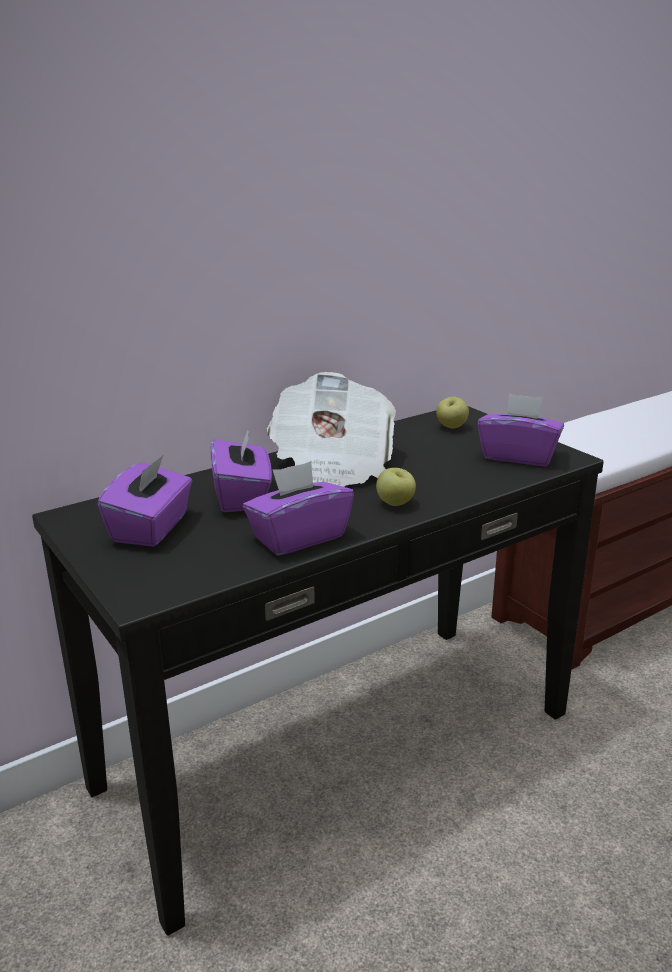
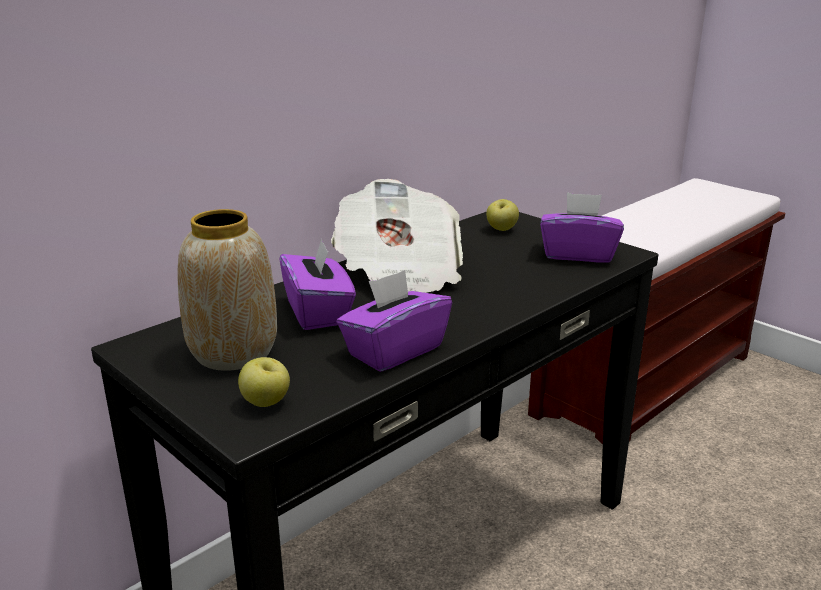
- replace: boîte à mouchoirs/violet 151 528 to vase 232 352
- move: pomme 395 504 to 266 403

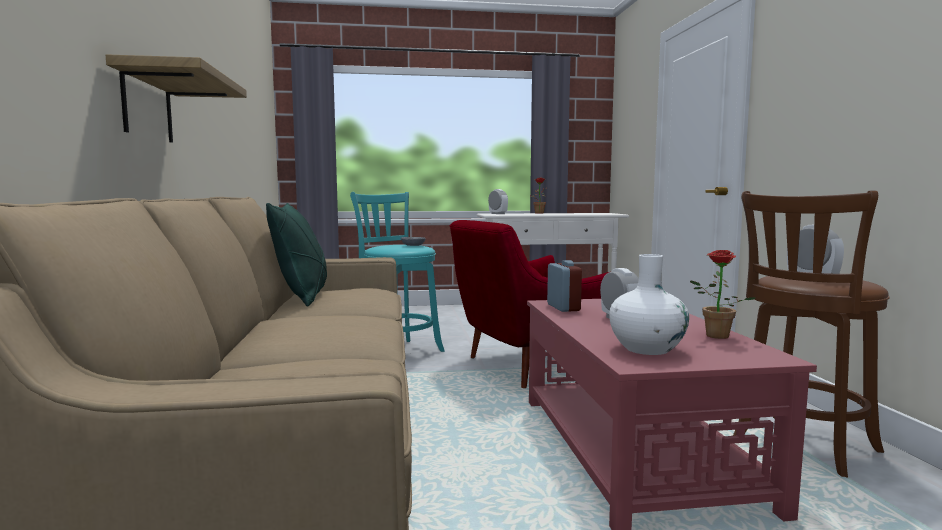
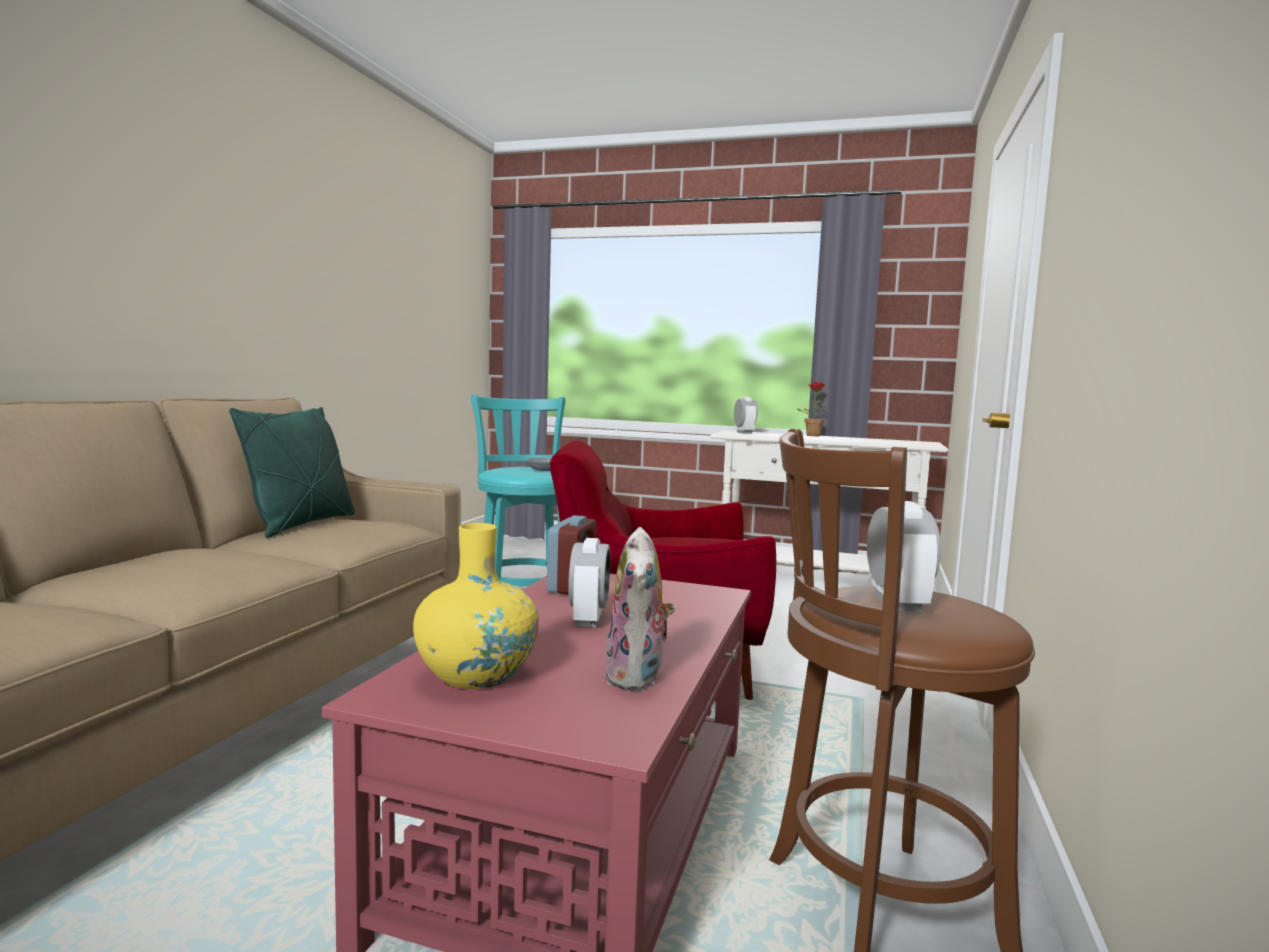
- delete: étagère 147 105
- replace: plante en pot 714 336 to peluche 638 677
- recolor: vase/blanc 646 349 to vase/jaune 476 675

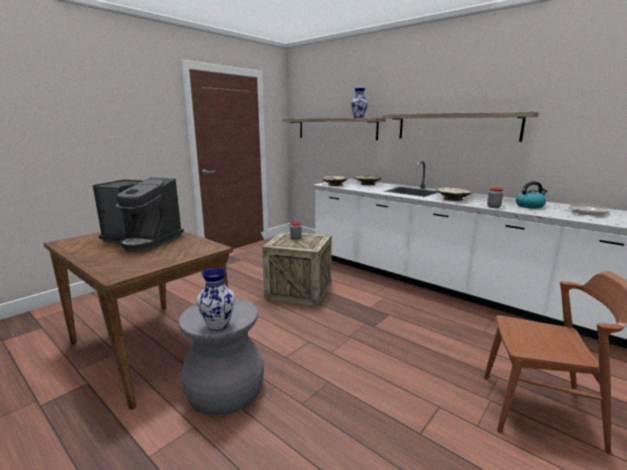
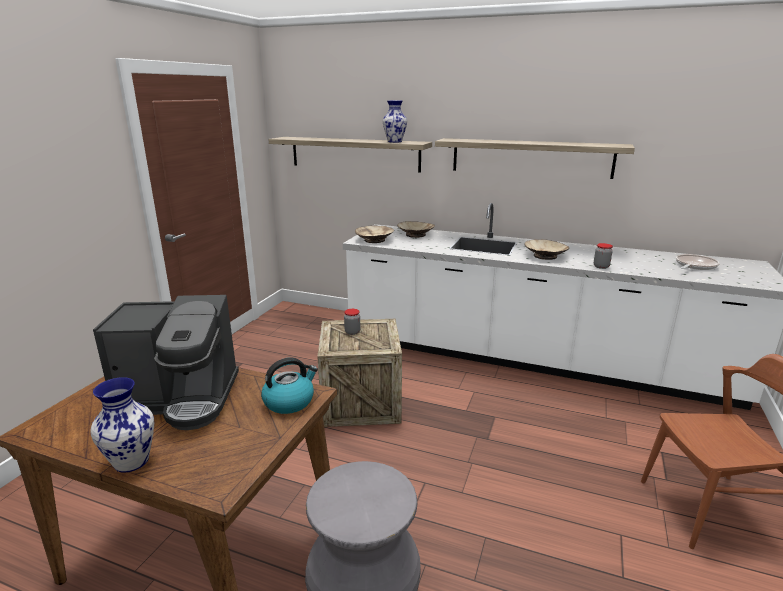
- move: bouilloire 530 206 to 289 401
- move: vase 217 325 to 130 461

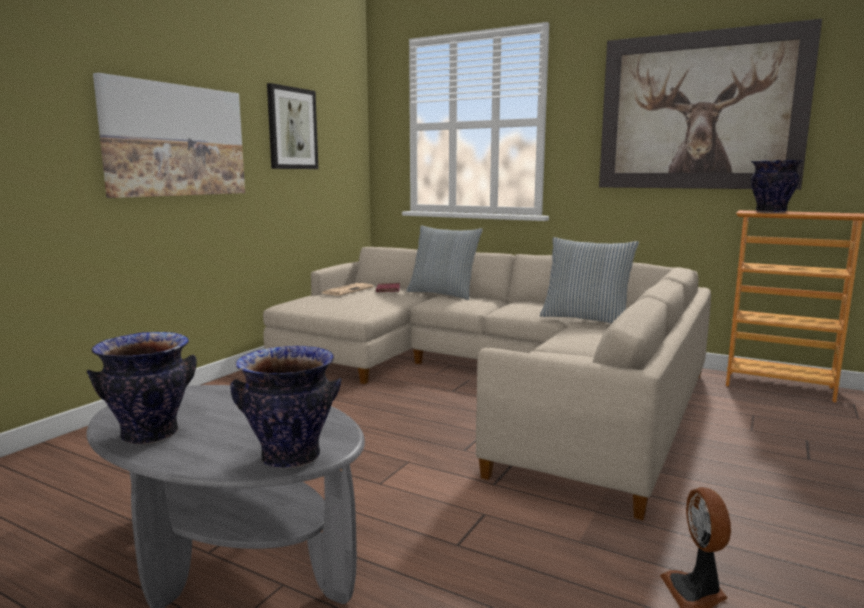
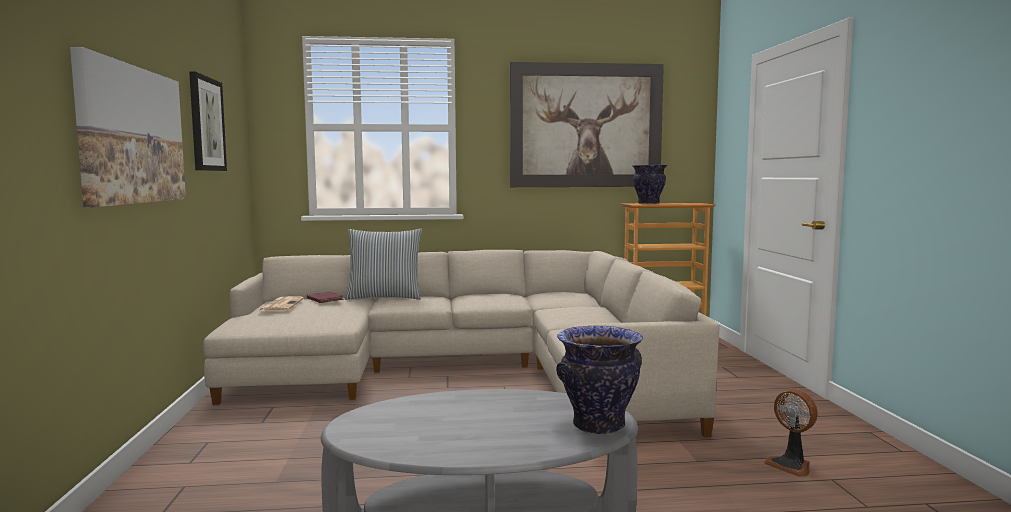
- delete: coussin 585 319
- delete: vase 150 435

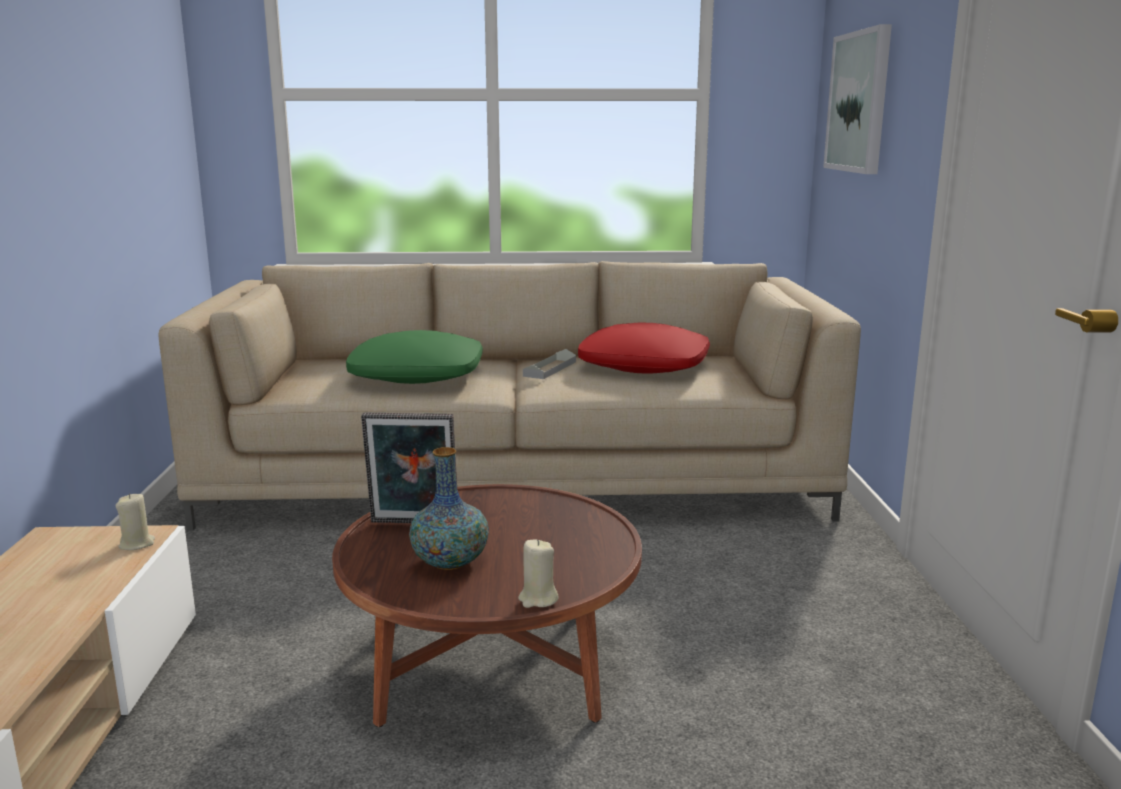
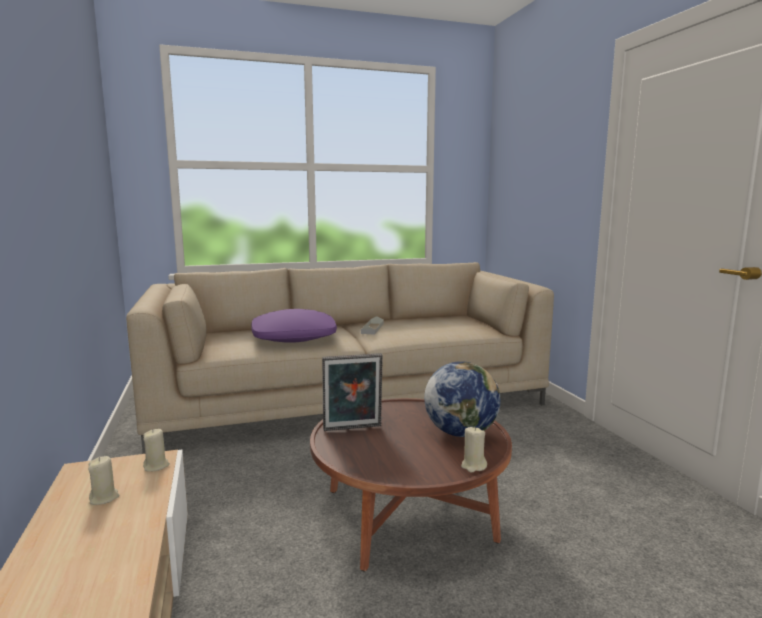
- delete: tableau 859 102
- delete: coussin/rouge 644 365
- recolor: coussin/vert 417 375 to coussin/violet 294 337
- delete: vase 450 562
- insert: globe 460 433
- insert: bougie/beige 104 498

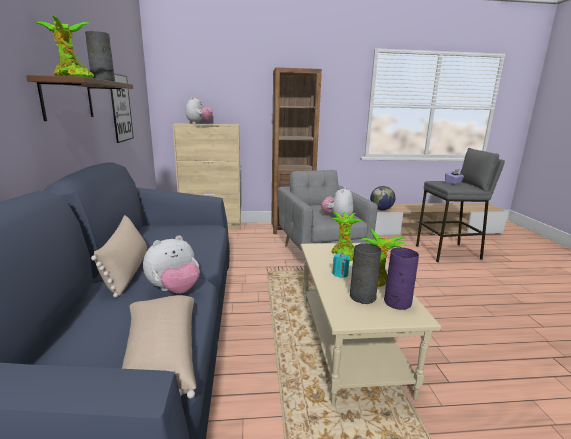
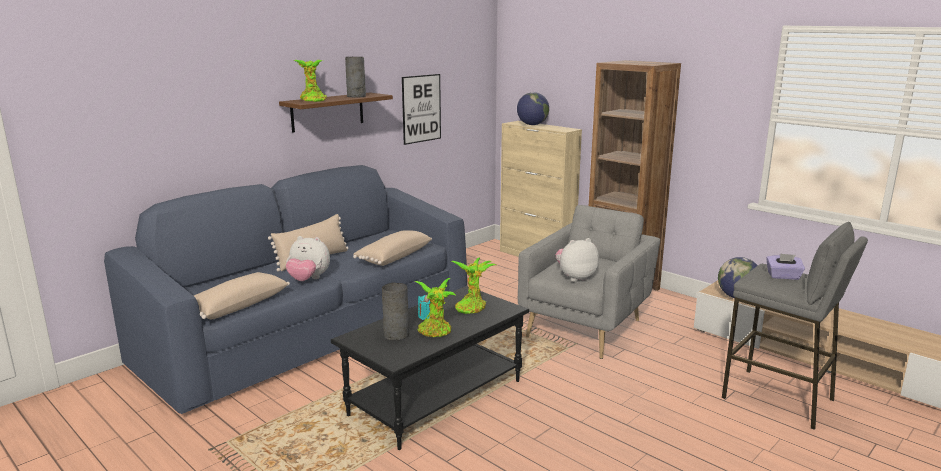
- replace: peluche 199 124 to globe 532 125
- recolor: table basse/beige 348 342 to table basse/noir 436 397
- delete: vase/violet 396 303
- insert: coussin/beige 393 257

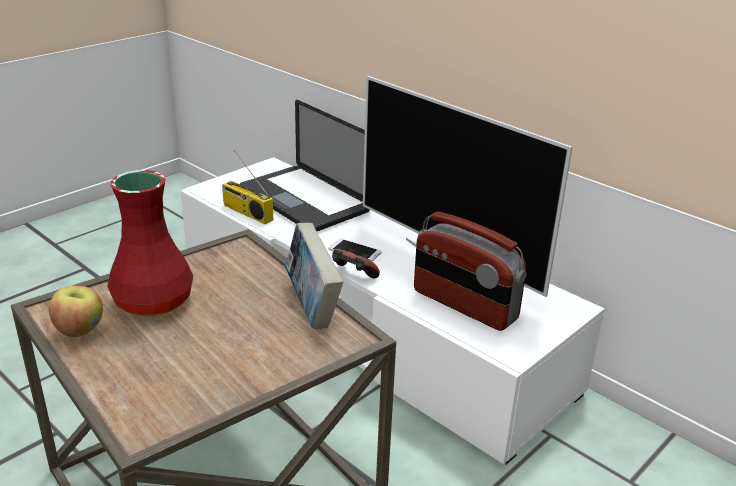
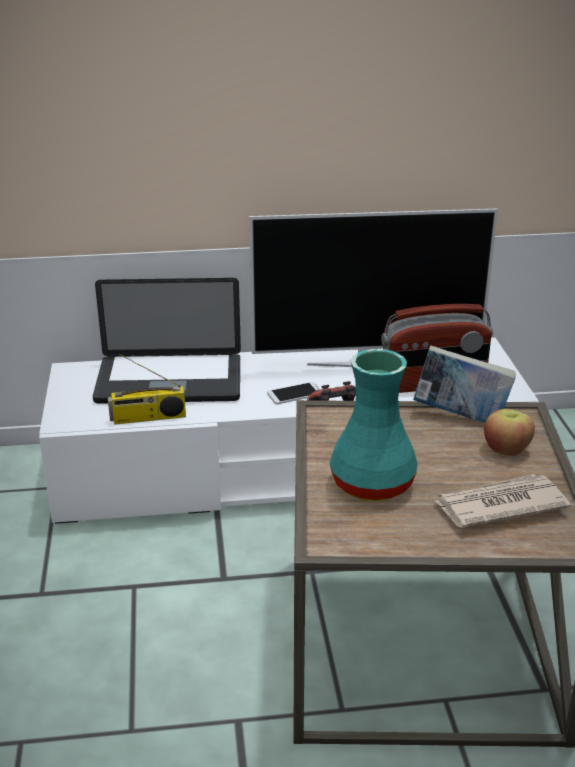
- recolor: vase/rouge 153 300 to vase/turquoise 370 483
- move: pomme 80 329 to 506 449
- insert: journal 498 505

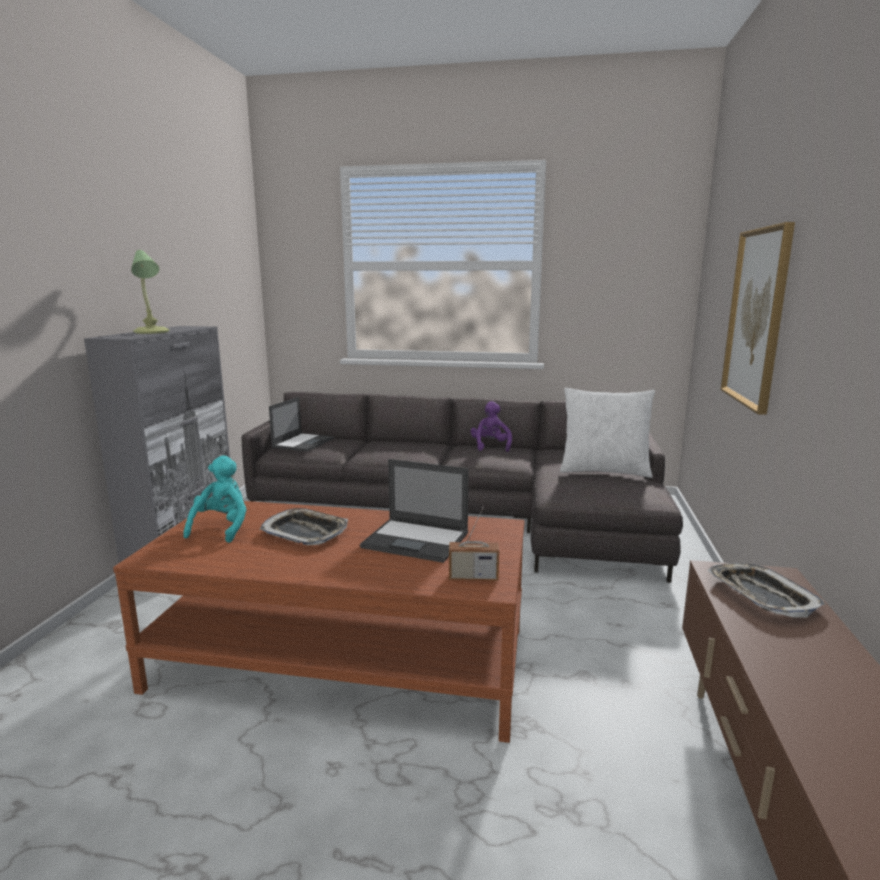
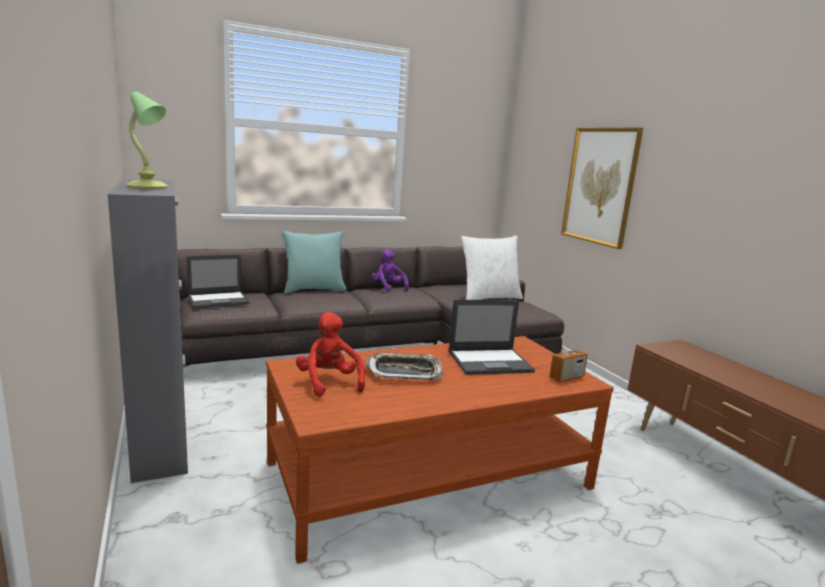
- rotate: ordinateur portable 303 442 = 219 300 75 degrees clockwise
- recolor: peluche/turquoise 222 528 to peluche/rouge 329 382
- delete: plateau 761 595
- insert: coussin/turquoise 314 290

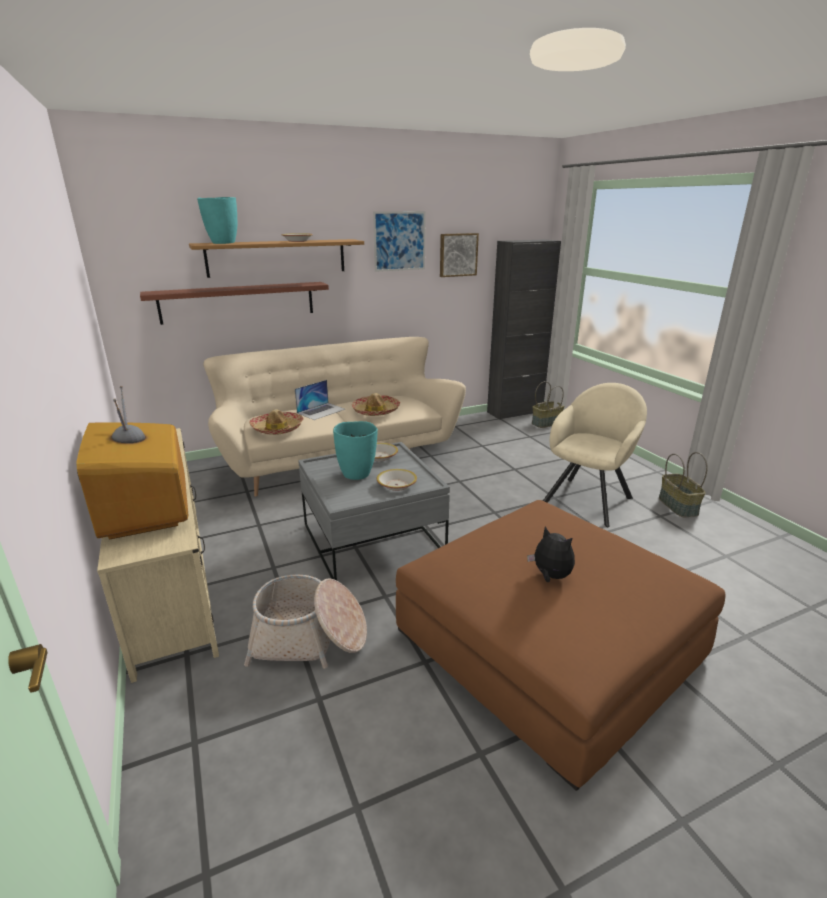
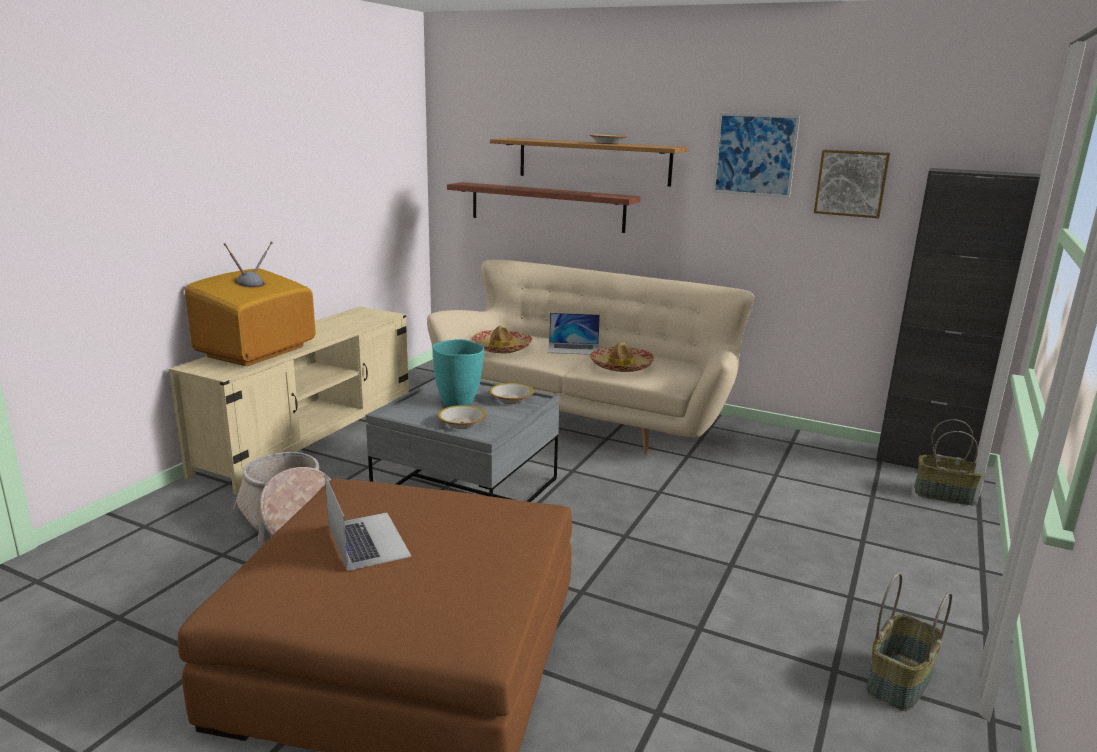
- delete: vase/turquoise 223 243
- delete: fauteuil/beige 589 499
- replace: peluche 550 576 to ordinateur portable 367 540

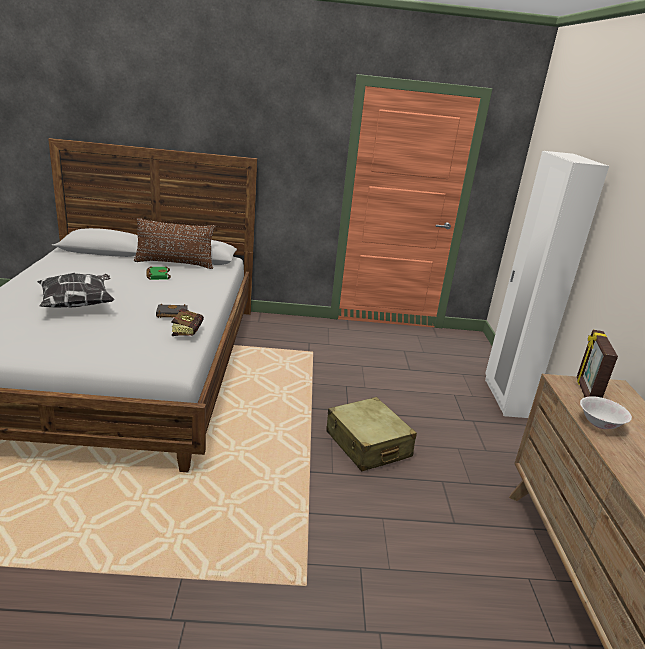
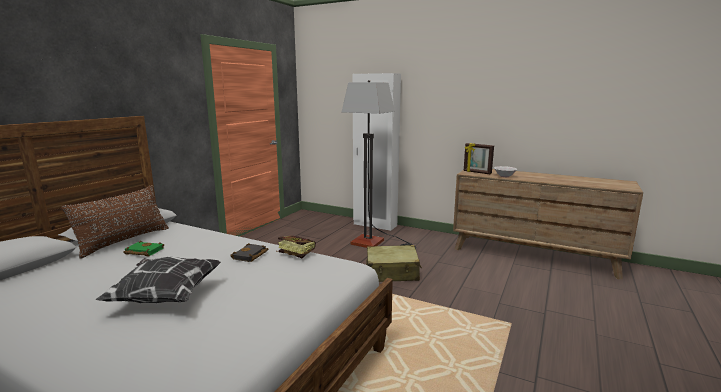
- insert: lampadaire 377 243

